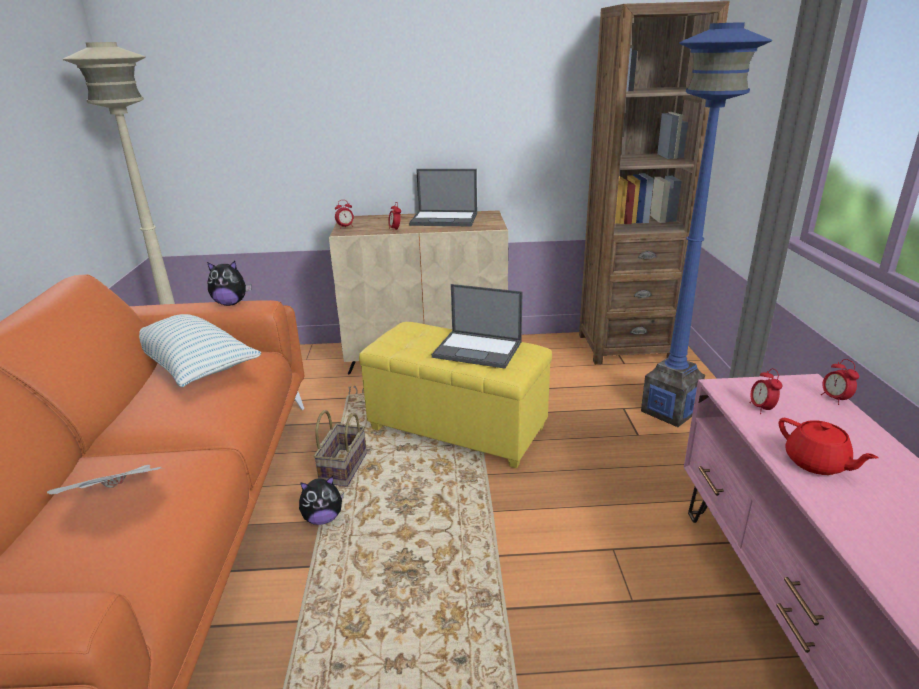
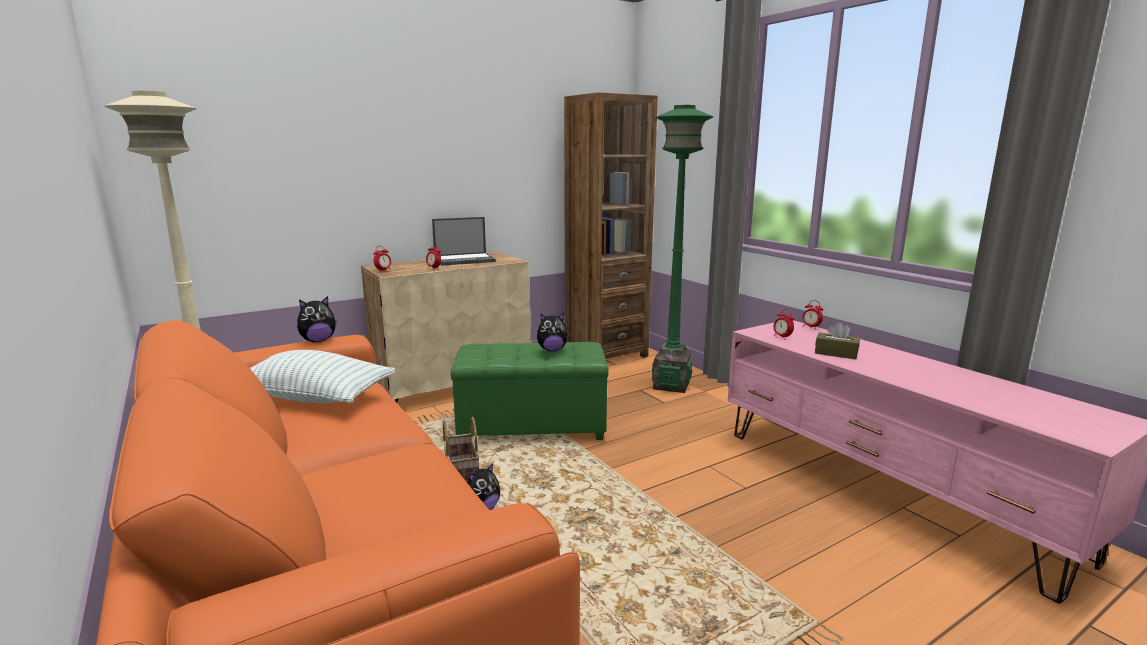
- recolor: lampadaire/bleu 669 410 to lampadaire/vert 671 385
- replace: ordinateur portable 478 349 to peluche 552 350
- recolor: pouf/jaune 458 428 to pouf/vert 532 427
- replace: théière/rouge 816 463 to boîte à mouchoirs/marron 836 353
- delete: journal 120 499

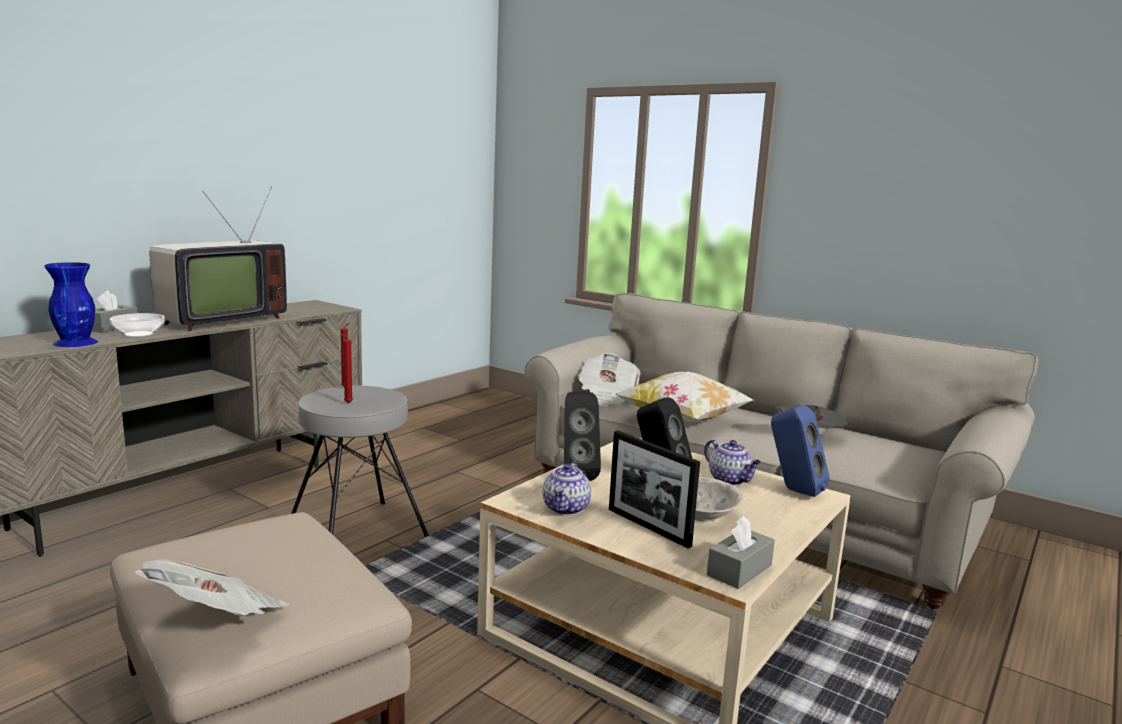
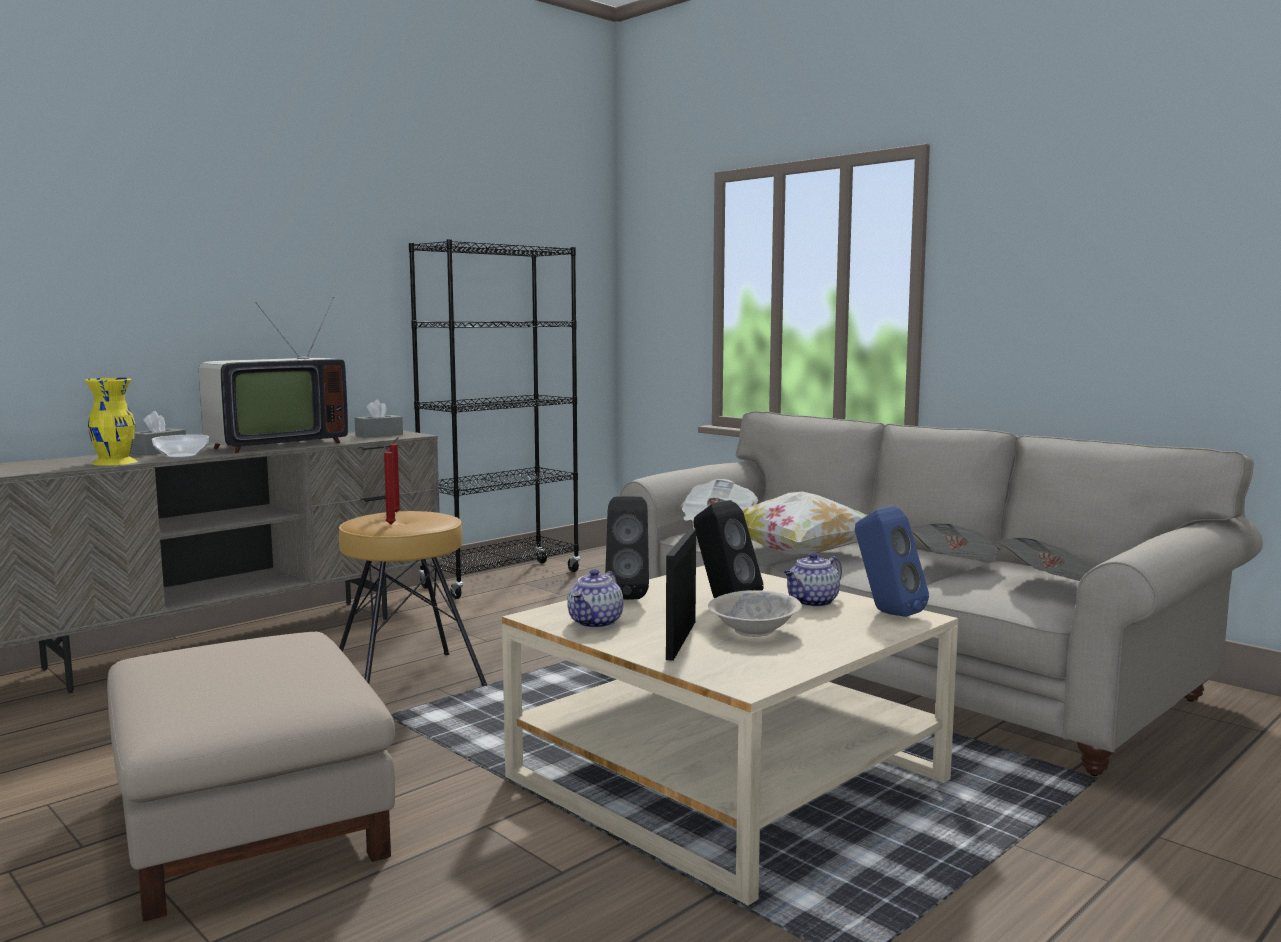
- recolor: vase/bleu 76 342 to vase/jaune 115 462
- recolor: tabouret/gris 356 531 to tabouret/marron 407 679
- rotate: cadre photo 648 527 = 681 640 45 degrees clockwise
- rotate: théière 730 480 = 812 602 75 degrees clockwise
- move: boîte à mouchoirs/gris 739 570 to 379 435
- move: journal 218 619 to 1050 587
- insert: bibliothèque/noir 502 579

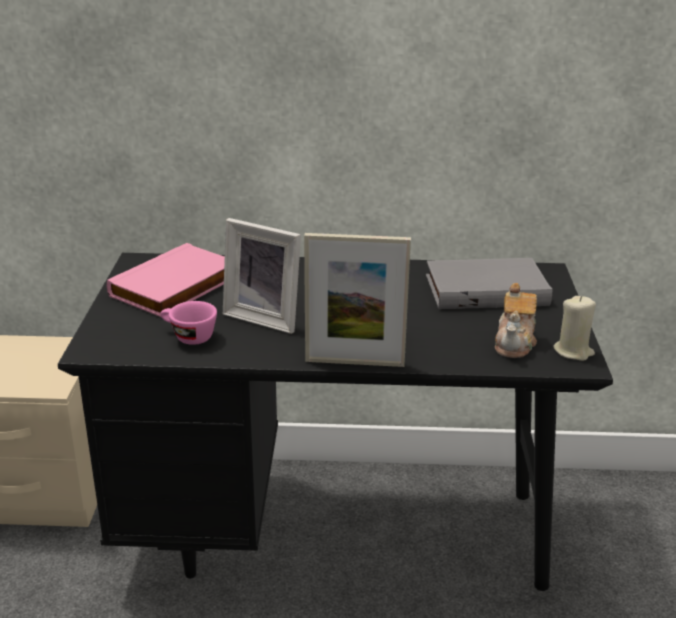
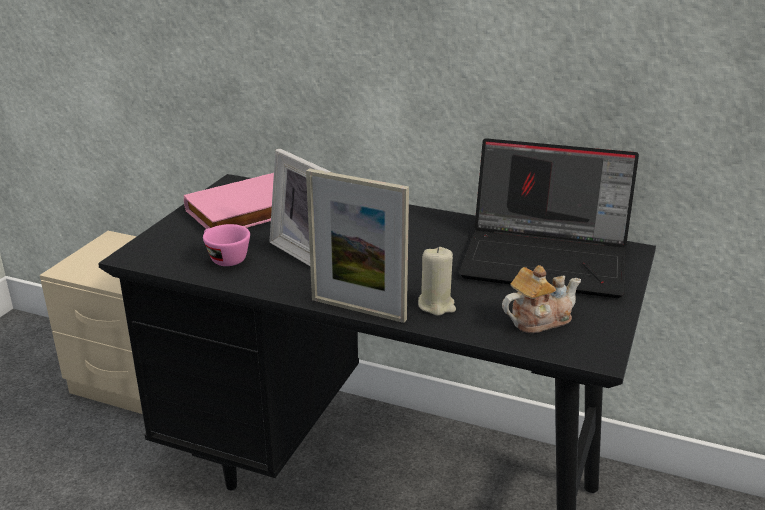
- replace: livre/gris 486 289 to ordinateur portable 547 259
- rotate: théière 515 343 = 538 320 150 degrees counterclockwise
- move: bougie/beige 573 351 to 436 305

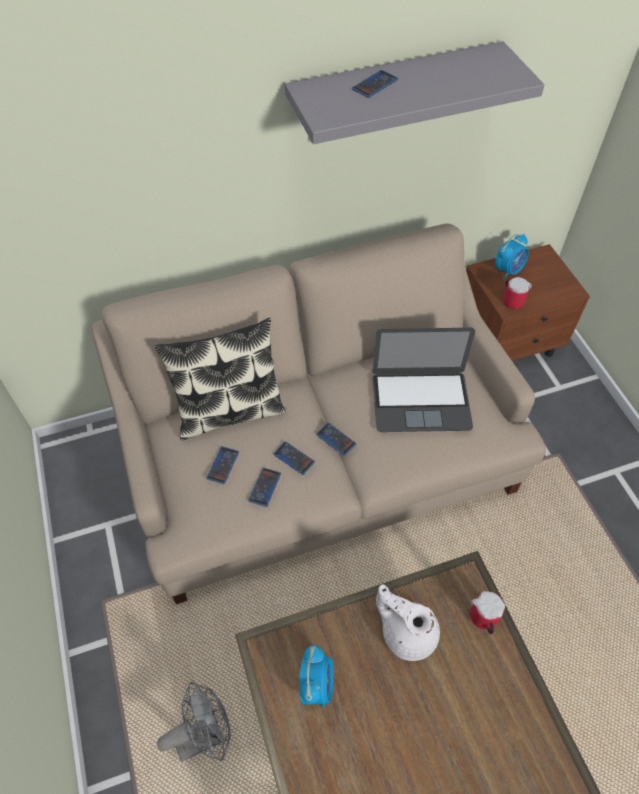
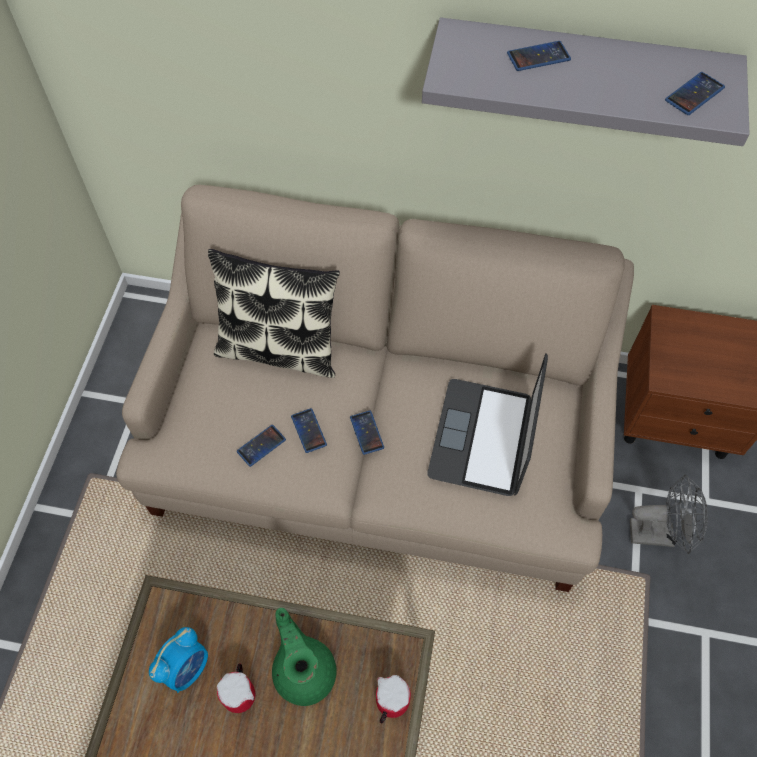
- delete: réveil 508 270
- move: mug 512 299 to 241 691
- rotate: ordinateur portable 421 401 = 482 437 75 degrees clockwise
- move: téléphone 223 465 to 694 94
- recolor: théière/blanc 407 632 to théière/vert 304 670
- move: ventilateur/gris 205 735 to 659 533

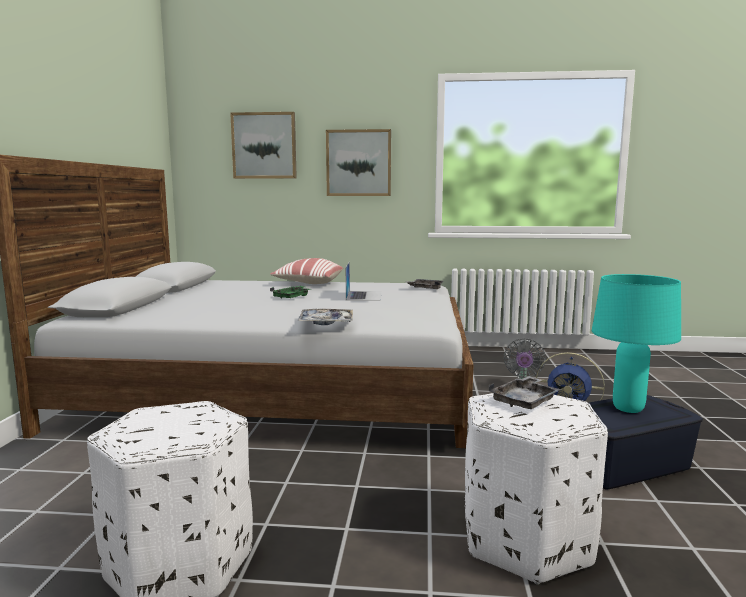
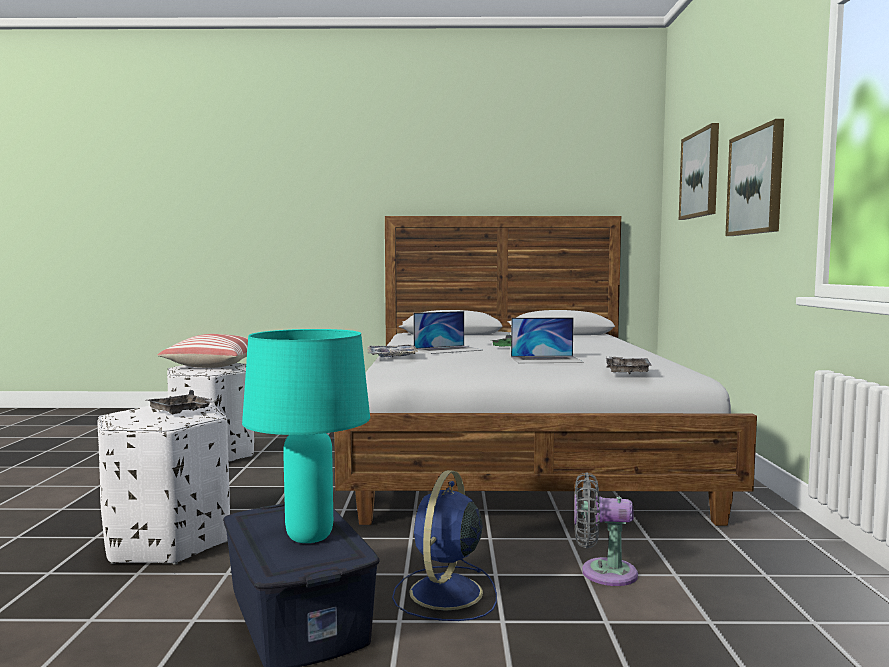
- move: coussin 308 283 to 214 365
- insert: ordinateur portable 448 349

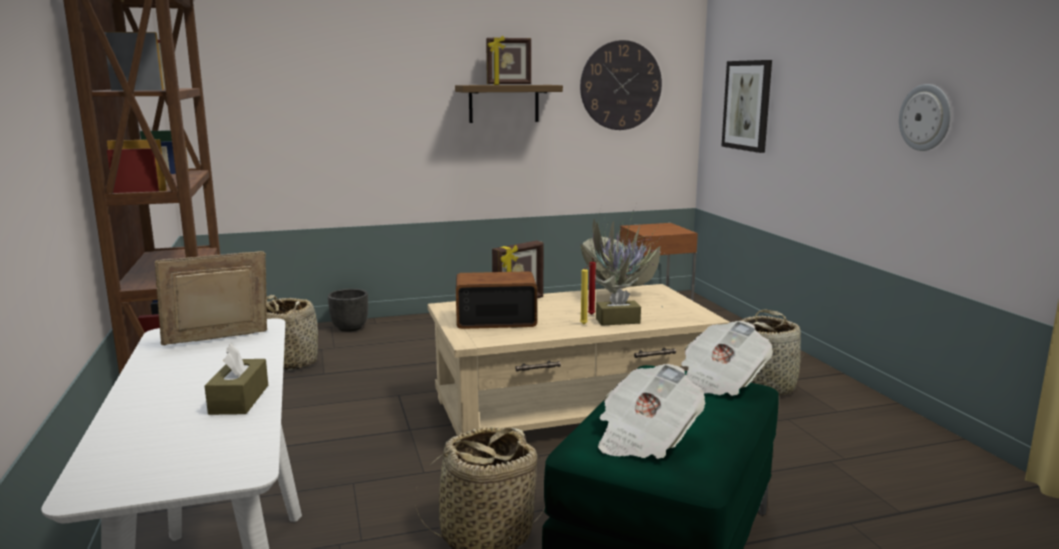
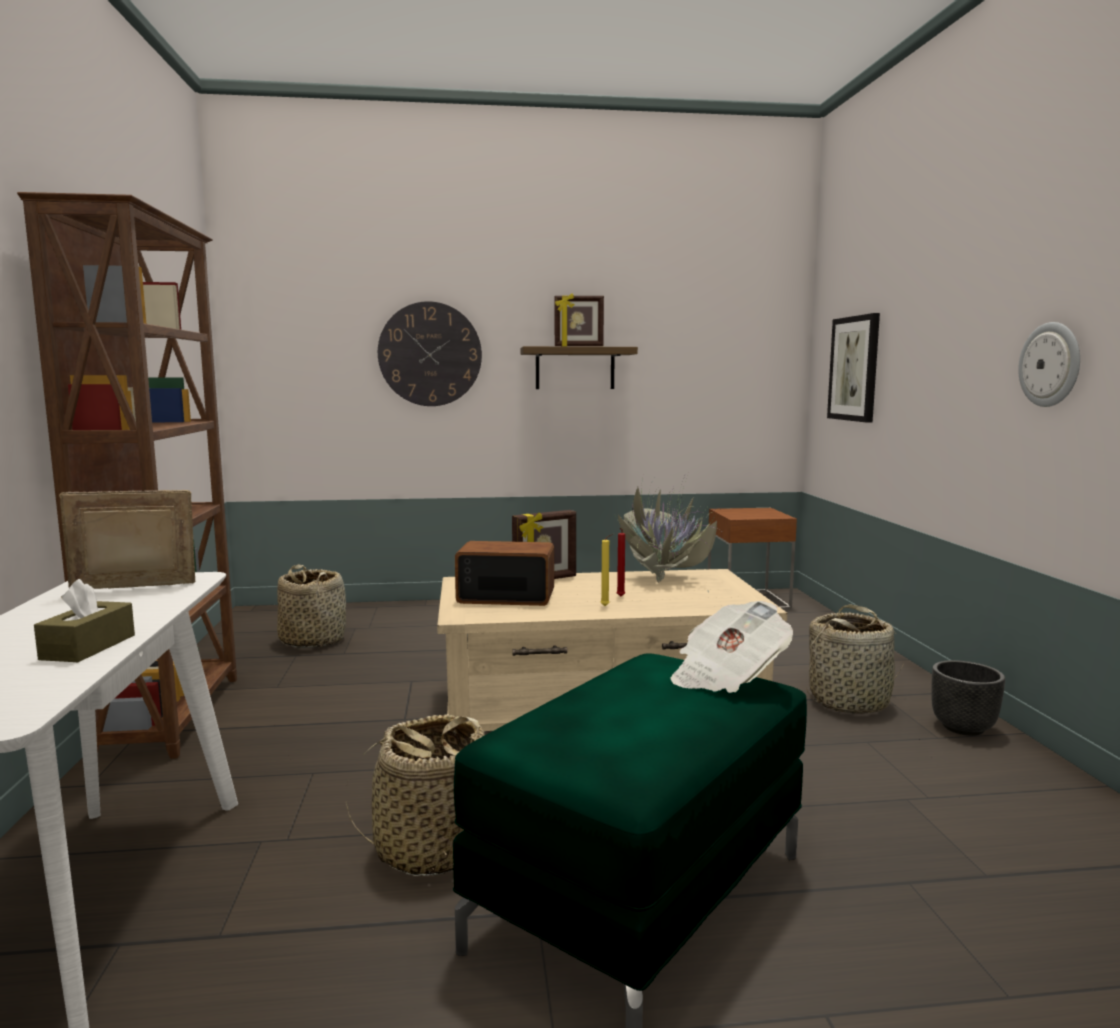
- move: horloge murale 621 85 to 430 354
- delete: boîte à mouchoirs/marron 618 321
- move: cache-pot/noir 350 328 to 963 727
- delete: journal 645 438

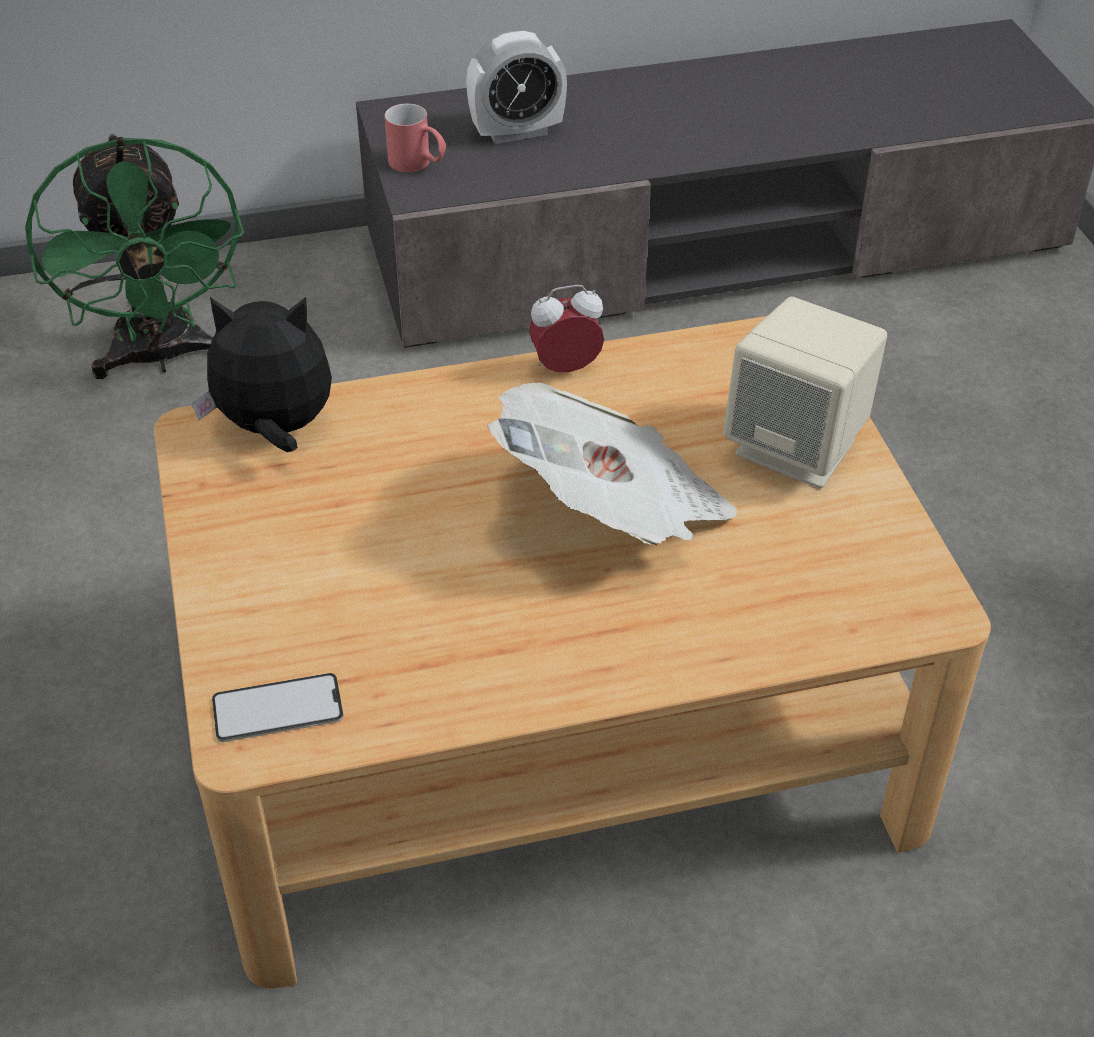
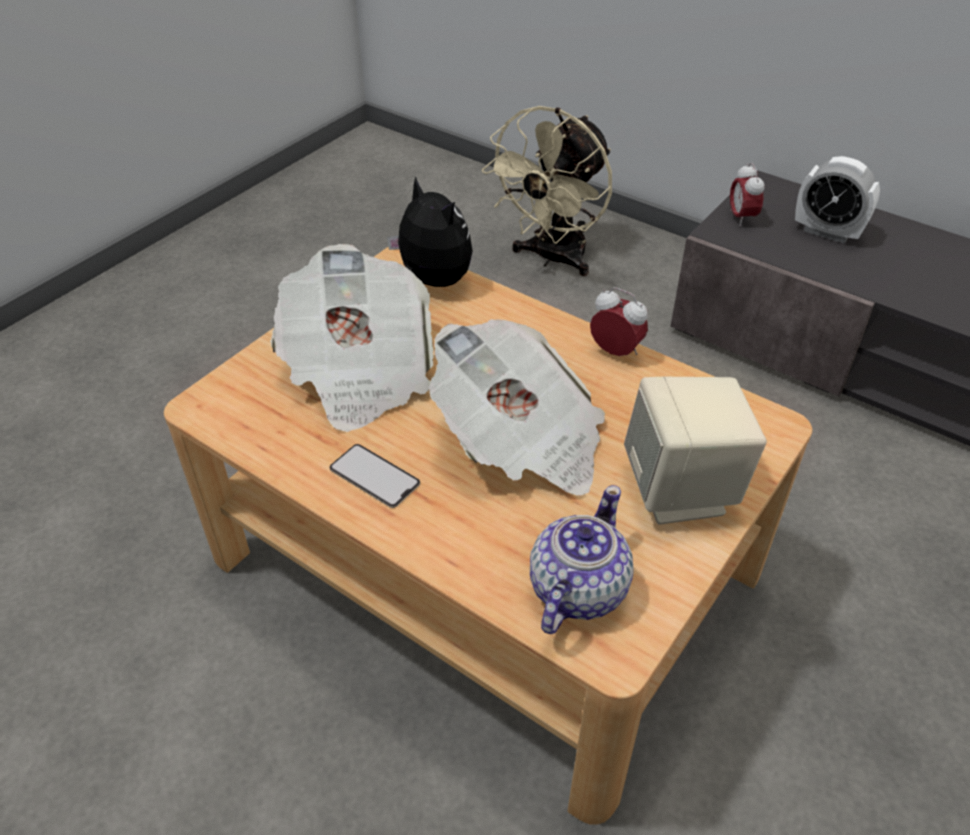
- replace: mug/rouge 418 165 to réveil 741 218
- recolor: ventilateur/vert 160 357 to ventilateur/beige 552 258
- move: téléphone 277 708 to 374 476
- insert: journal 359 371
- insert: théière 576 590

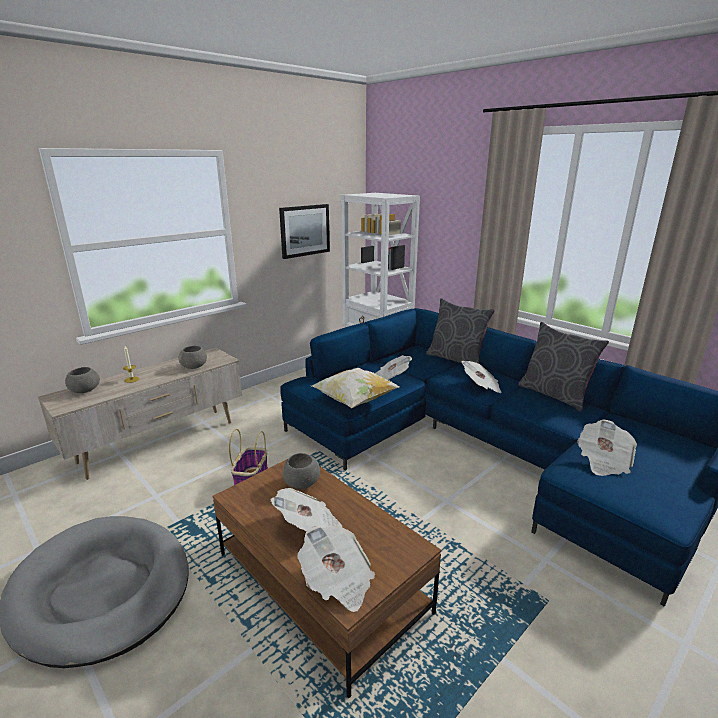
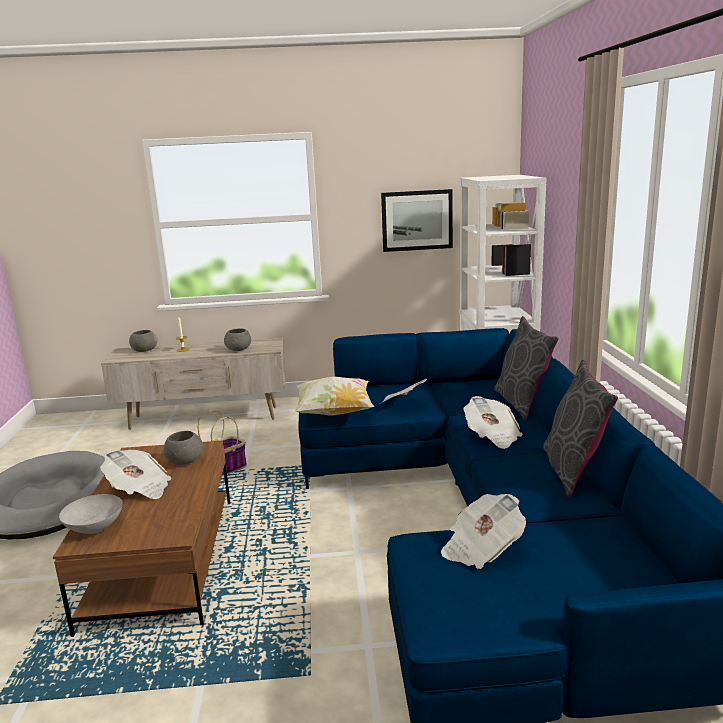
- replace: journal 337 581 to bol/gris 94 529

